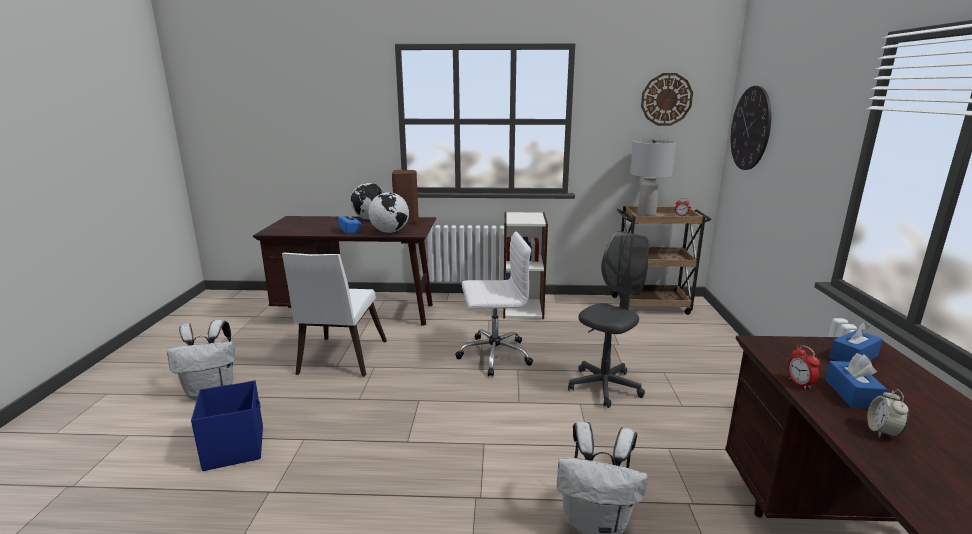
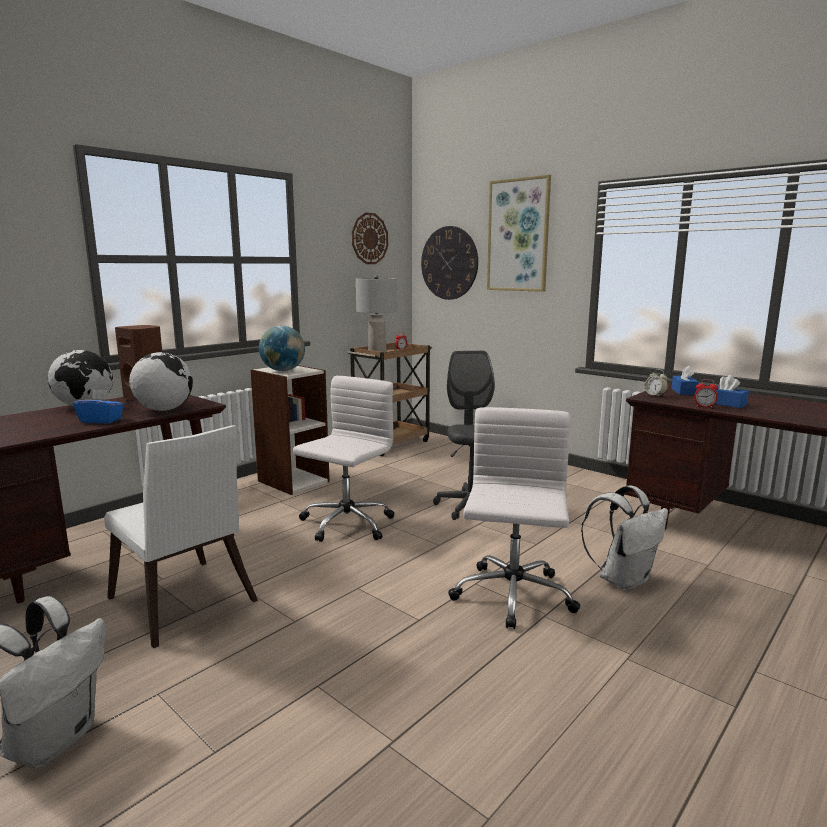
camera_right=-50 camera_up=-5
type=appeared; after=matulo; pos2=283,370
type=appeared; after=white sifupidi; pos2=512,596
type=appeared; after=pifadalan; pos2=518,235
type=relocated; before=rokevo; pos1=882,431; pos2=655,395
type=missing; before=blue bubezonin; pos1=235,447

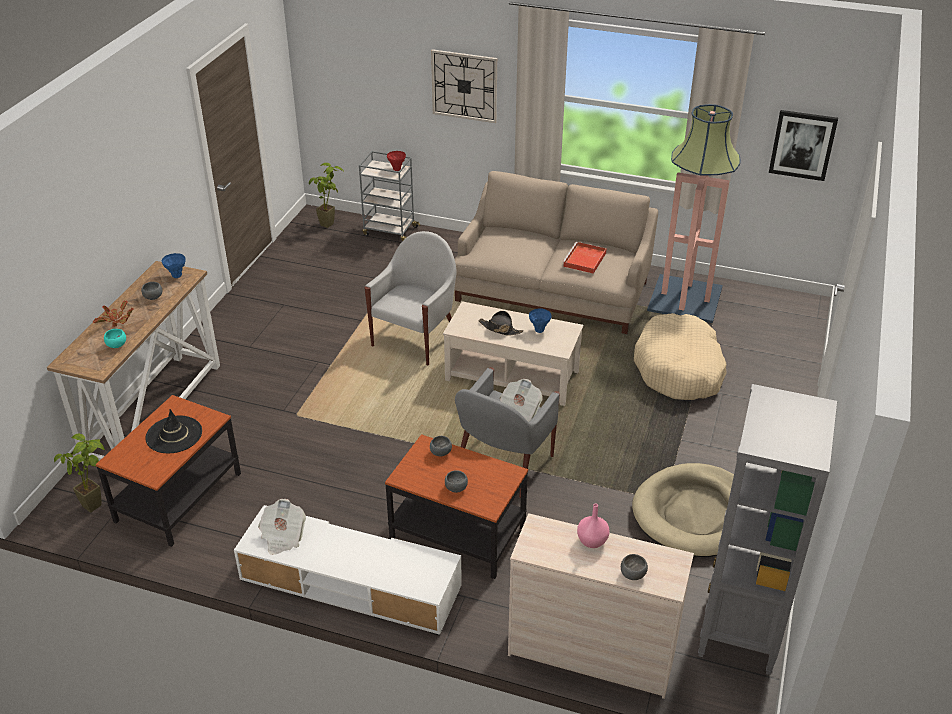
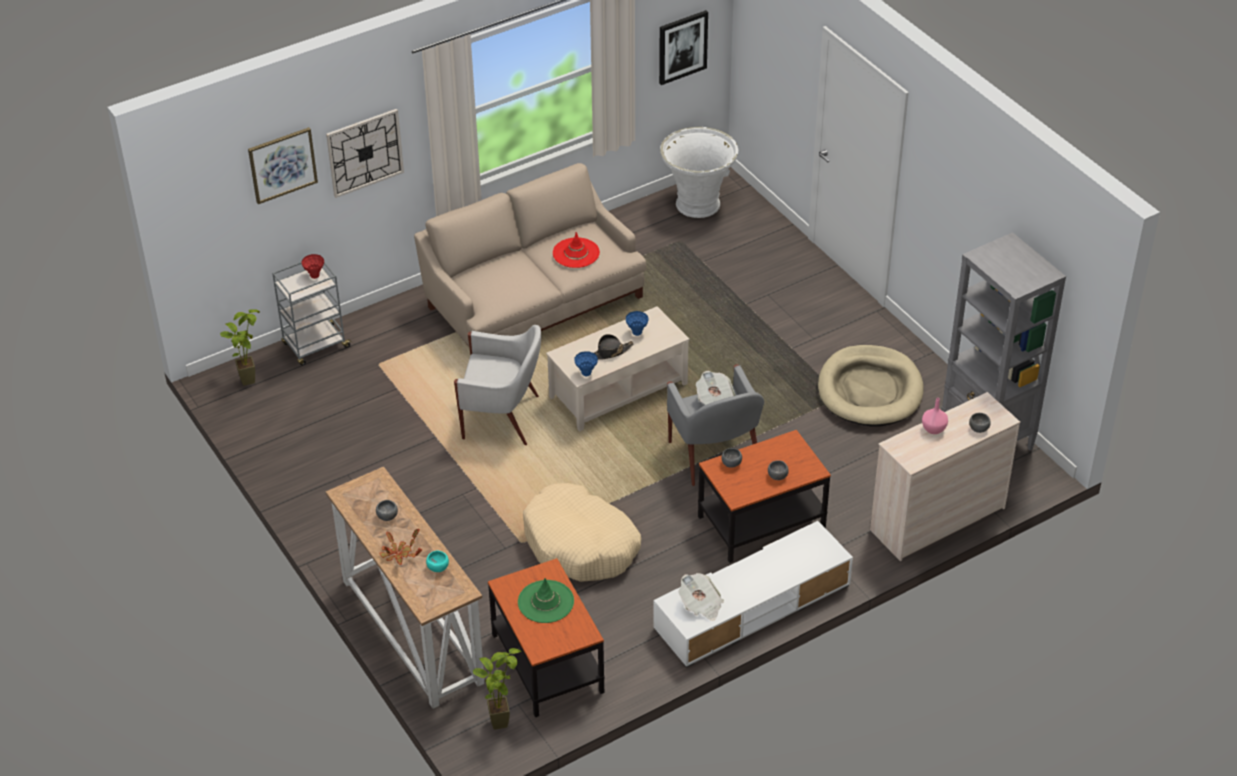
camera_right=-50 camera_up=5
type=appeared; after=pifadalan; pos2=282,165
type=spun; before=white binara; pos1=416,339; pos2=503,418; turn=120
type=colour; before=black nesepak; after=green nesepak; pos1=174,435; pos2=545,602
type=relocated; before=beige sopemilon; pos1=679,369; pos2=581,544
type=exchanged; before=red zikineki; after=red nesepak; pos1=584,260; pos2=576,253
type=relocated; before=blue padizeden; pos1=176,276; pos2=586,373
type=appeared; after=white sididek; pos2=698,204
type=missing; before=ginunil; pos1=685,299

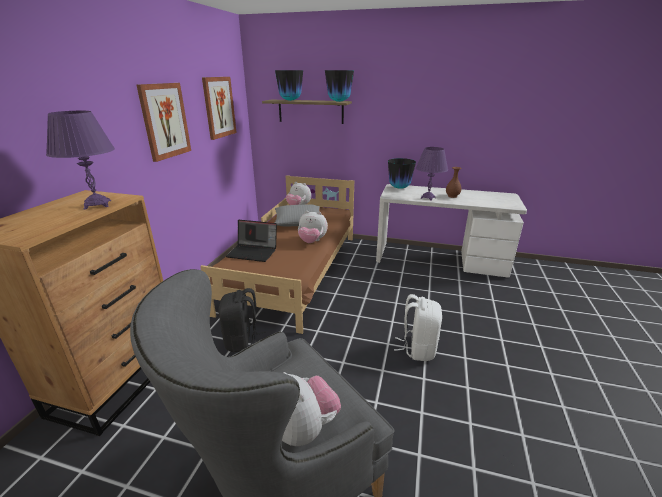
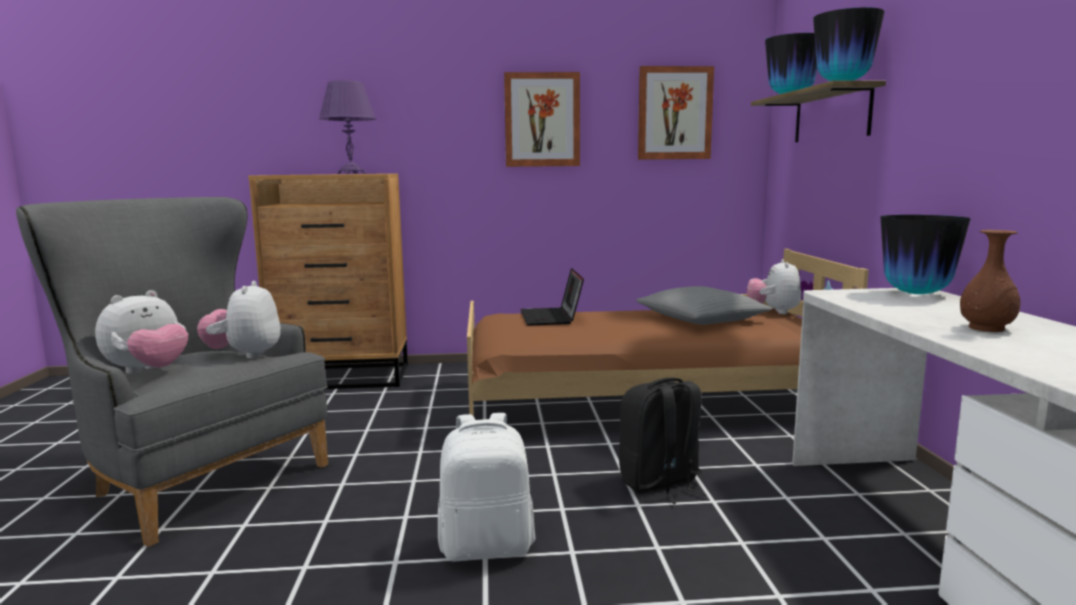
camera_right=70 camera_up=-15
type=relocated; before=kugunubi; pos1=312,241; pos2=245,355
type=relocated; before=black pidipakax; pos1=242,341; pos2=660,484
type=missing; before=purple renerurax; pos1=428,198

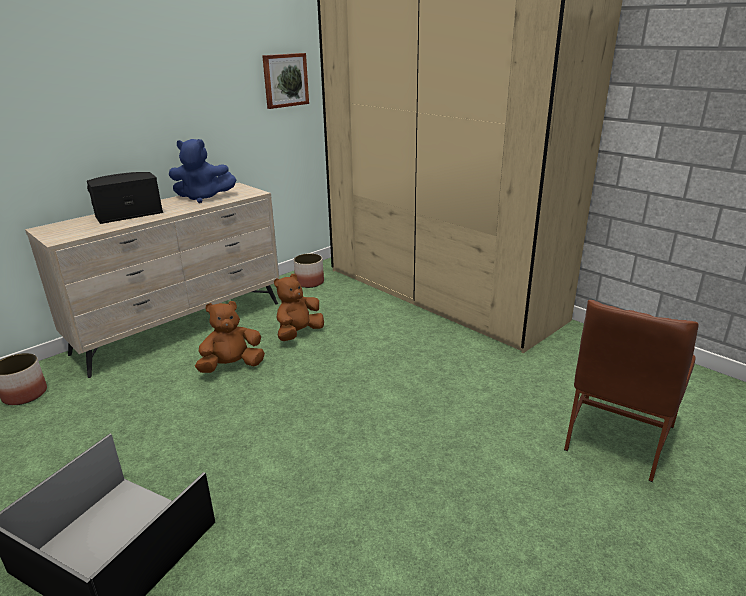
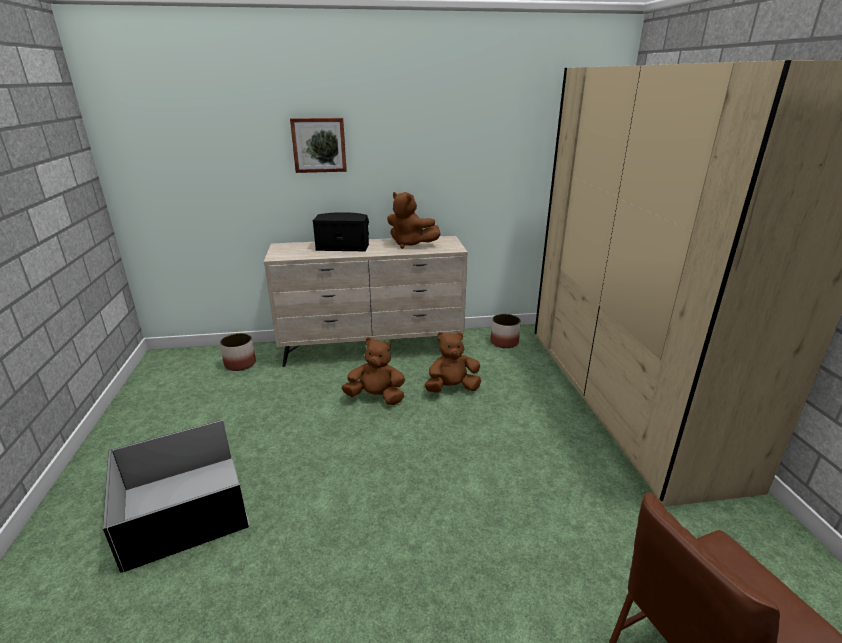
camera_right=35 camera_up=0
type=relocated; before=pifadalan; pos1=285,80; pos2=319,145
type=colour; before=blue kugunubi; after=brown kugunubi; pos1=203,198; pos2=410,244

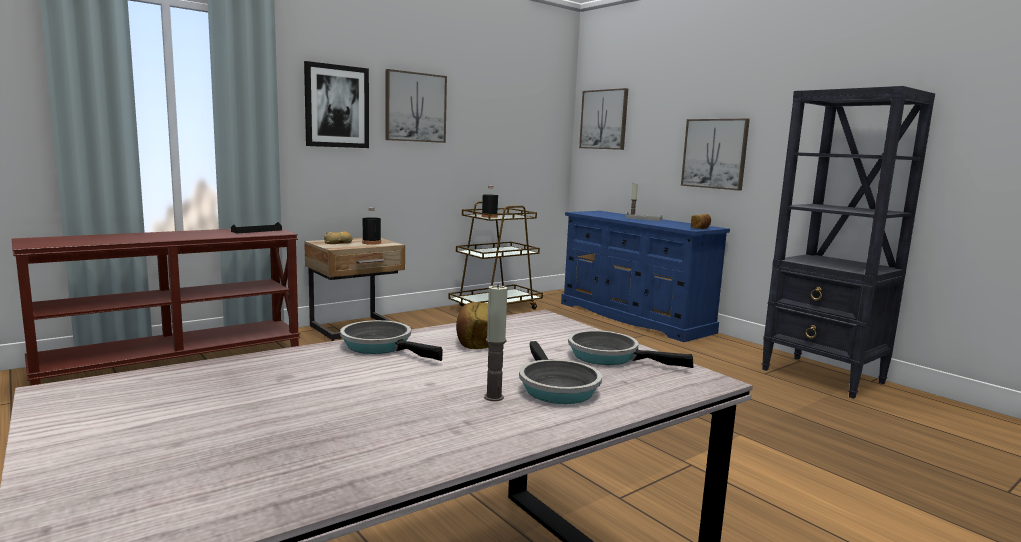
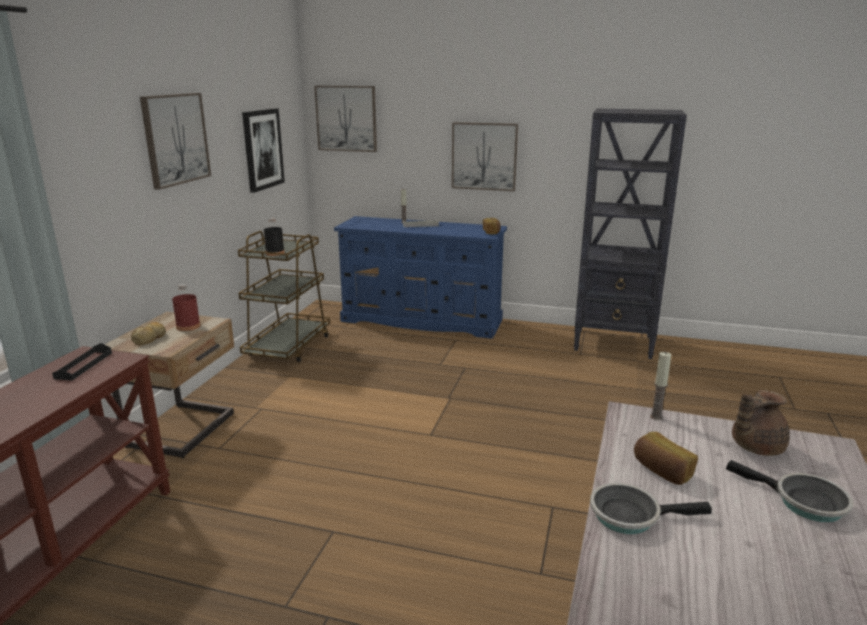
camera_right=-35 camera_up=10
type=colour; before=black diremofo; after=red diremofo; pos1=371,243; pos2=188,326
type=relocated; before=pifadalan; pos1=336,106; pos2=262,149
type=relocated; before=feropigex; pos1=494,397; pos2=656,417
type=exchanged; before=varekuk; after=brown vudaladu; pos1=609,356; pos2=754,447

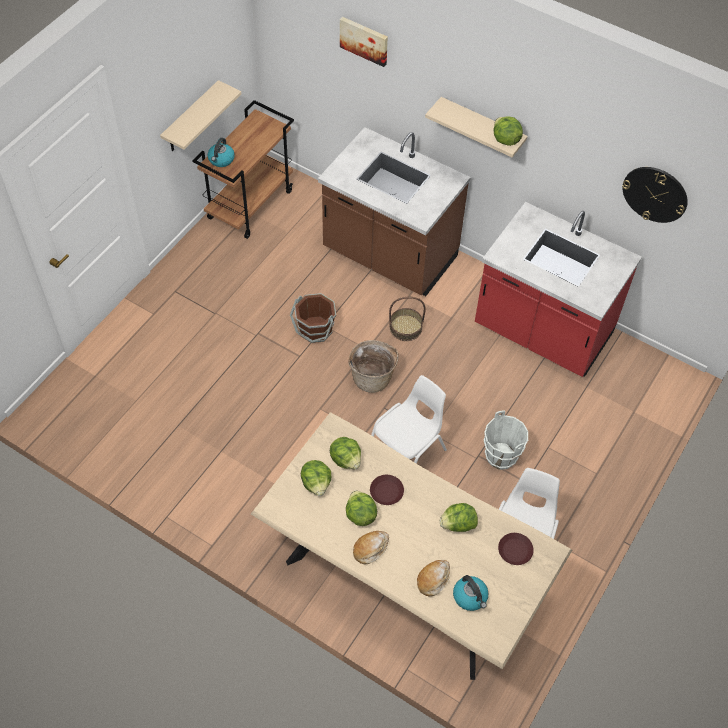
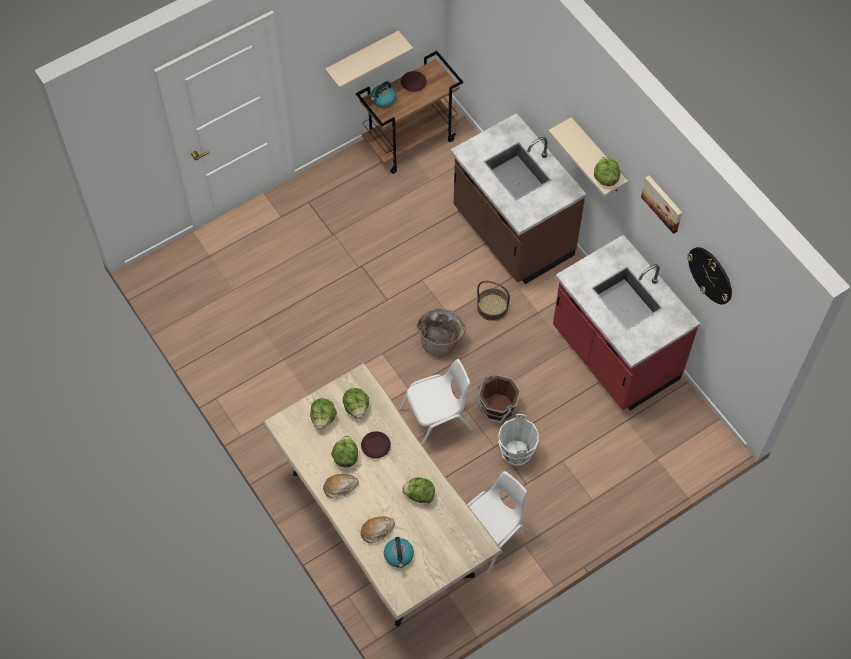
camera_right=25 camera_up=5
type=relocated; before=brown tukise; pos1=515,550; pos2=413,83
type=relocated; before=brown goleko; pos1=315,330; pos2=497,408
type=relocated; before=pifadalan; pos1=364,40; pos2=663,203

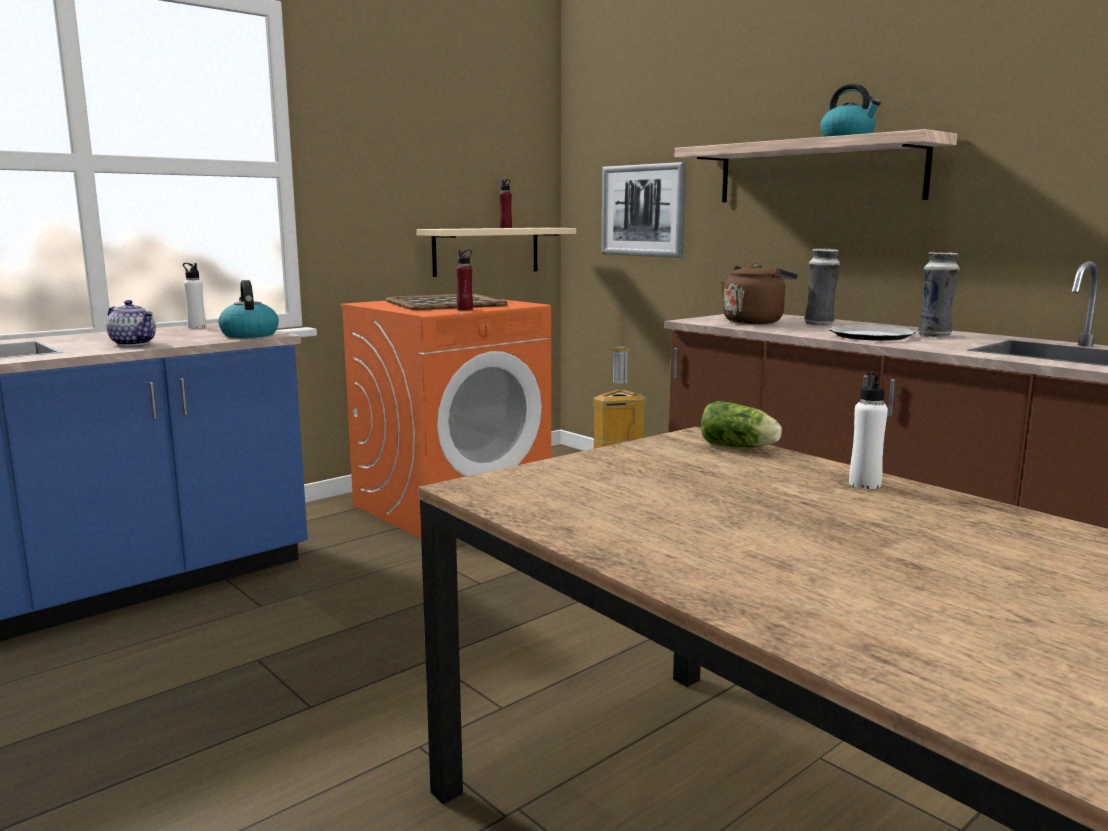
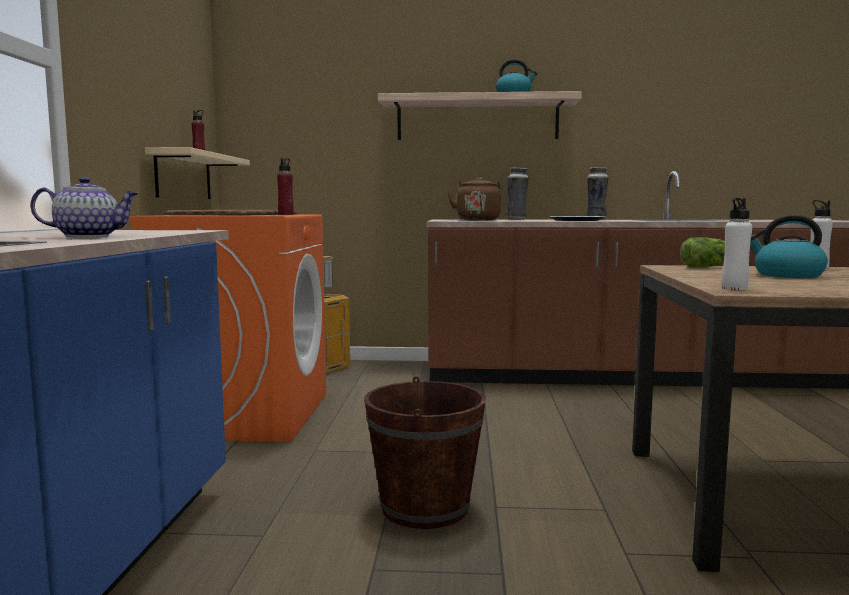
camera_right=-45 camera_up=-5
type=appeared; after=brown goleko; pos2=425,507
type=relocated; before=white diremofo; pos1=197,327; pos2=734,288
type=relocated; before=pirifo; pos1=249,334; pos2=787,275
type=missing; before=pifadalan; pos1=643,210

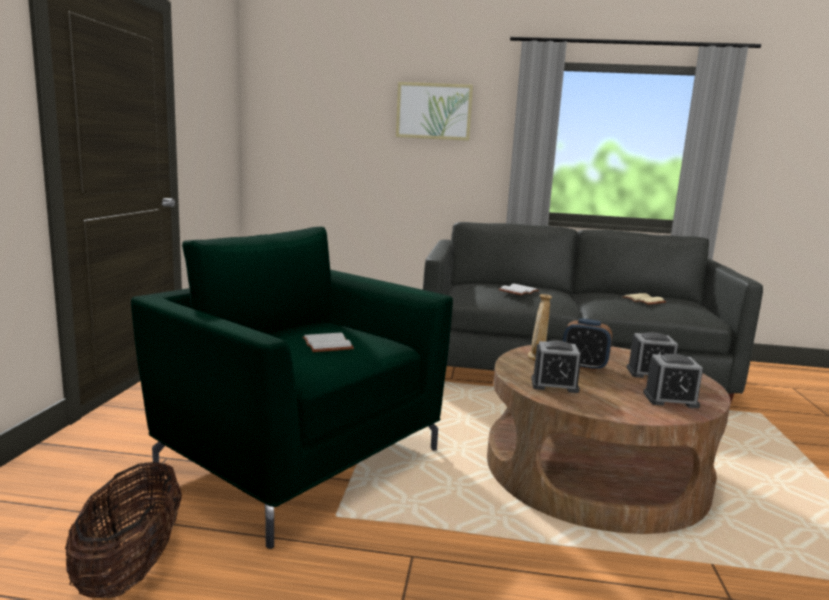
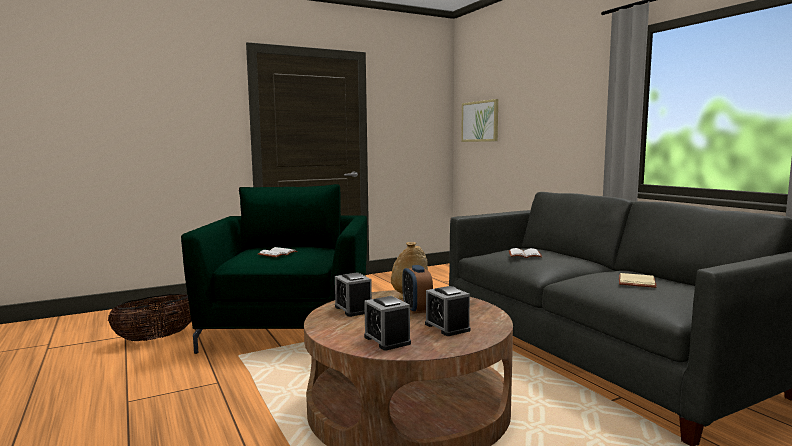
camera_right=55 camera_up=-5
type=relocated; before=pifadalan; pos1=434,111; pos2=480,121

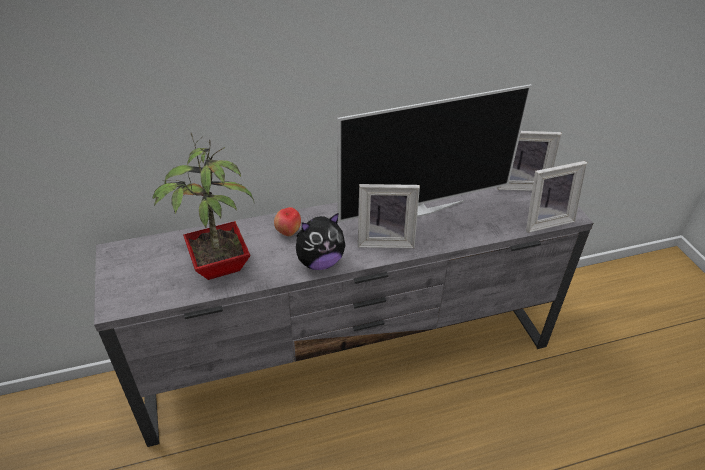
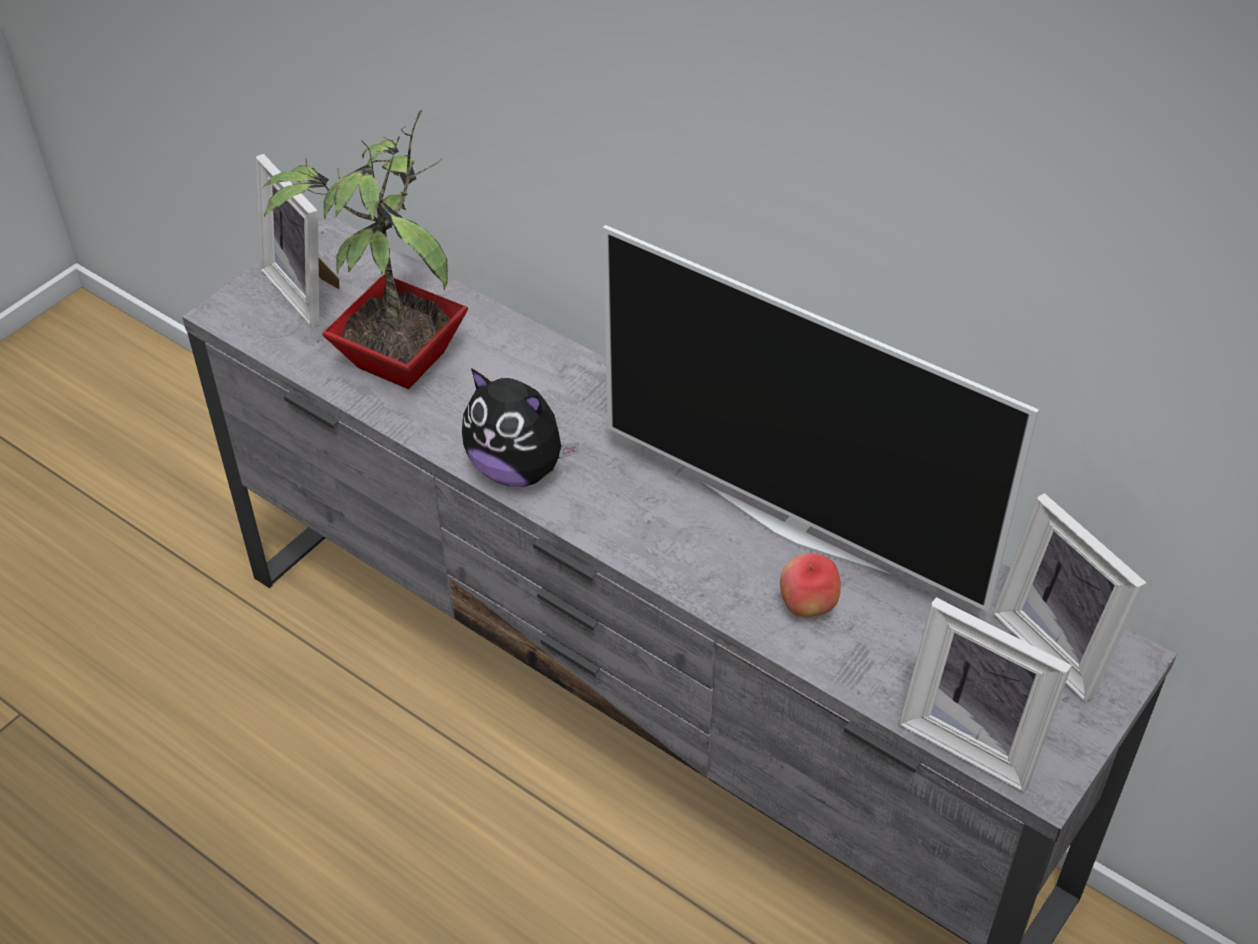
camera_right=55 camera_up=5
type=relocated; before=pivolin; pos1=385,239; pos2=308,289
type=relocated; before=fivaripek; pos1=288,232; pos2=807,606

